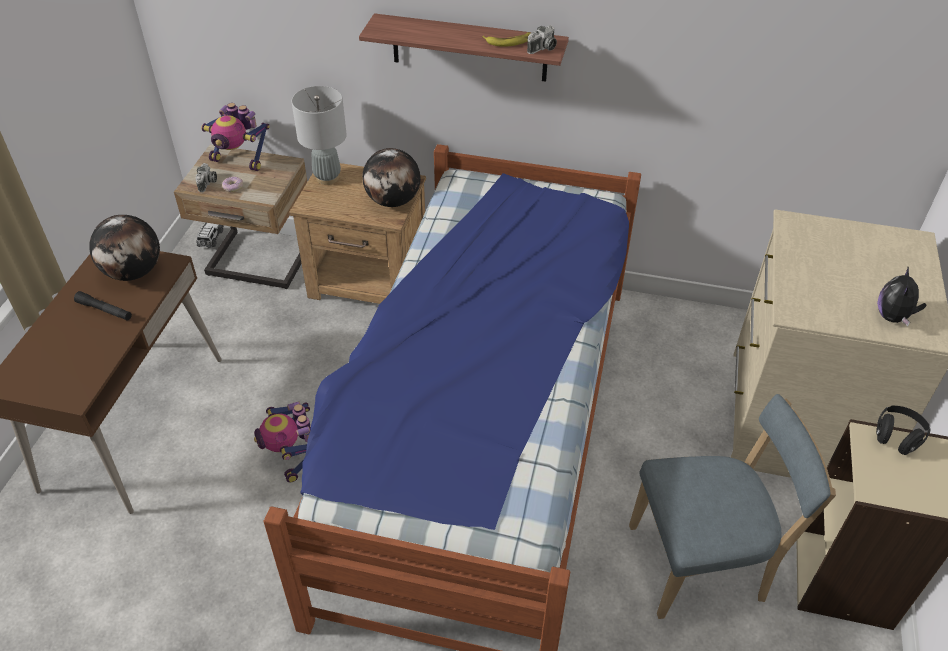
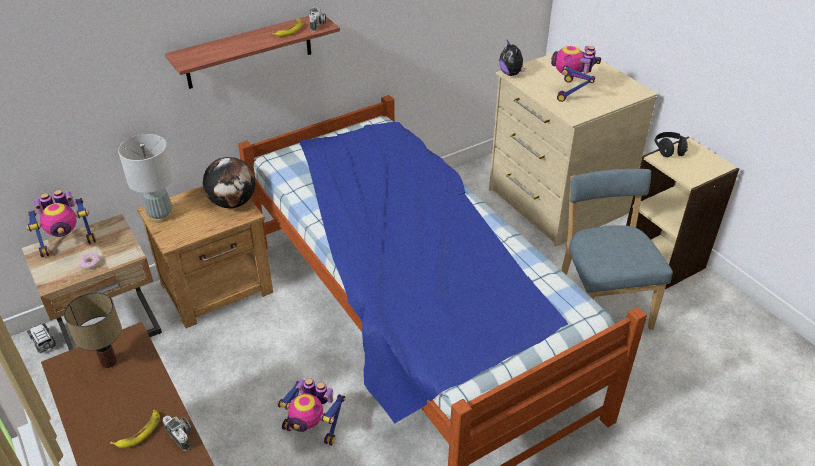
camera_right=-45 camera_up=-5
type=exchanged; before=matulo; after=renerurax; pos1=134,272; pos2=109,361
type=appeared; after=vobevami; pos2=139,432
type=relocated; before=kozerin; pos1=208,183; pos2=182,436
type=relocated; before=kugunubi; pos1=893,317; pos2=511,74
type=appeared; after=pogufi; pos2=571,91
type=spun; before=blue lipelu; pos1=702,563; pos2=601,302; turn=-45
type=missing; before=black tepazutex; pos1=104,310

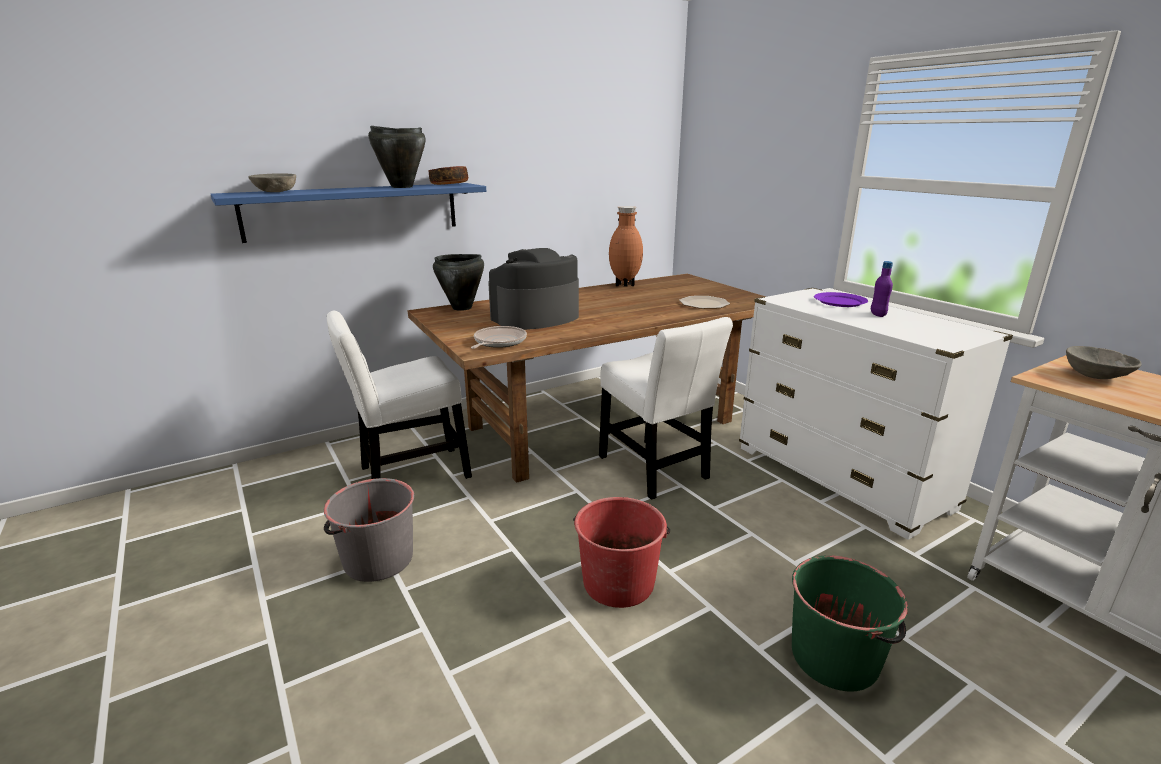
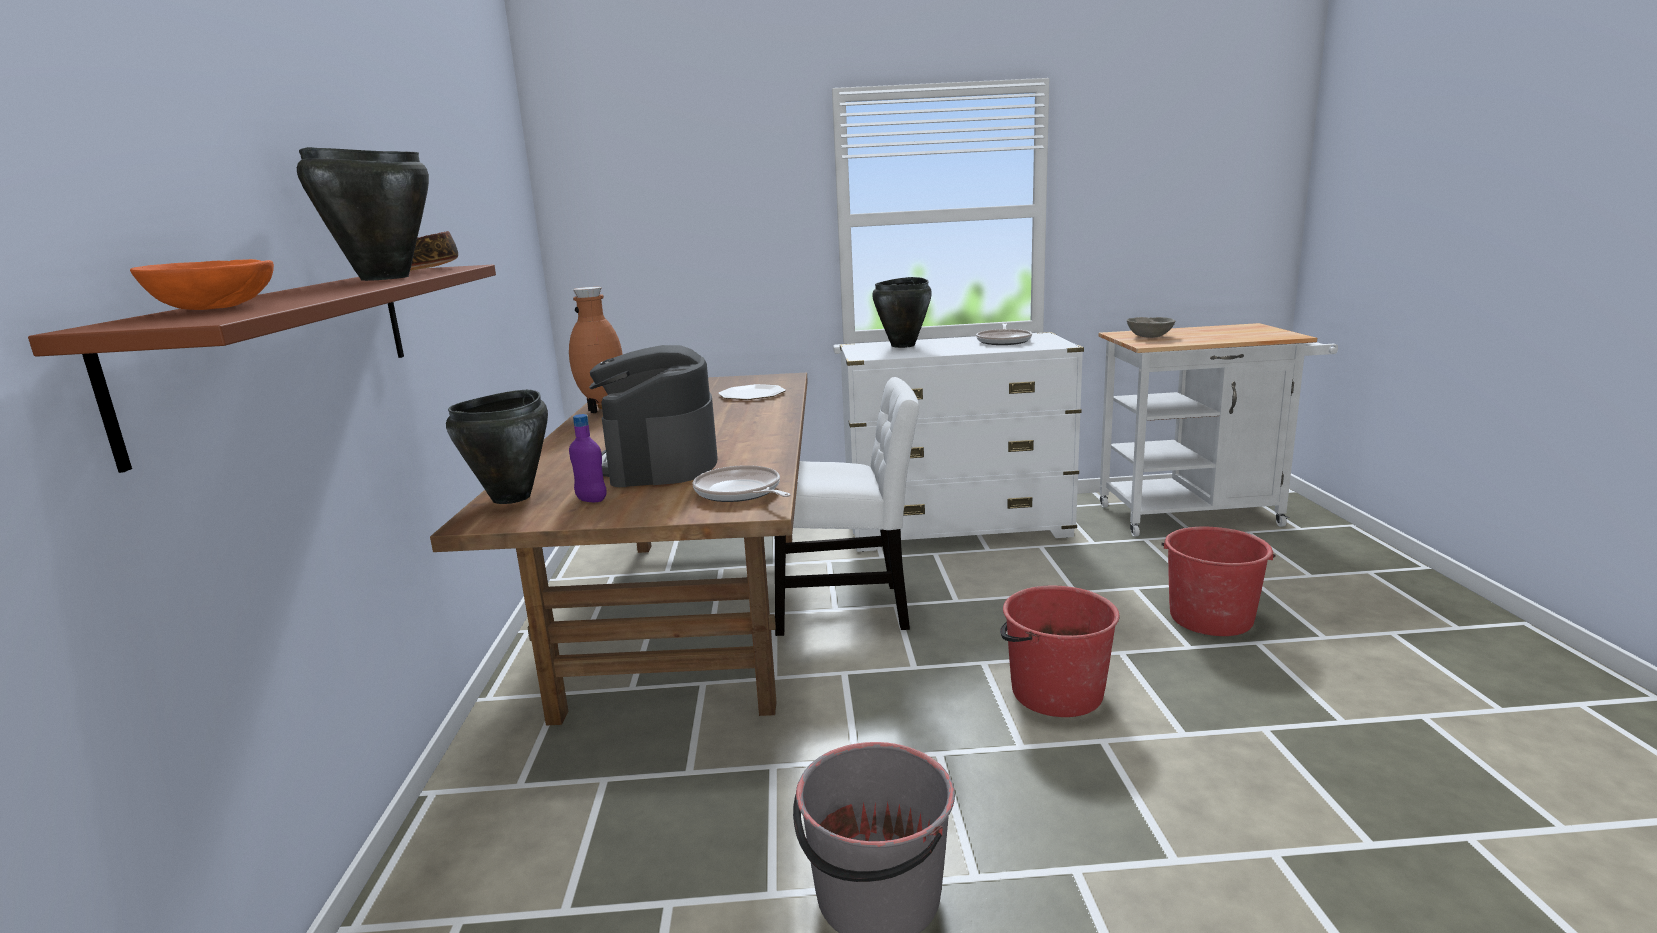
camera_right=-60 camera_up=-5
type=colour; before=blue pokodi; after=brown pokodi; pos1=354,211; pos2=286,346
type=colour; before=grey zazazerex; after=orange zazazerex; pos1=276,192; pos2=213,308
type=relocated; before=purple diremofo; pos1=877,314; pos2=591,500
type=exchanged; before=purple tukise; after=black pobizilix; pos1=840,302; pos2=903,345
type=appeared; after=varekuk; pos2=1004,341
type=colour; before=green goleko; after=red goleko; pos1=835,657; pos2=1210,618
type=missing; before=white lipelu; pos1=409,474

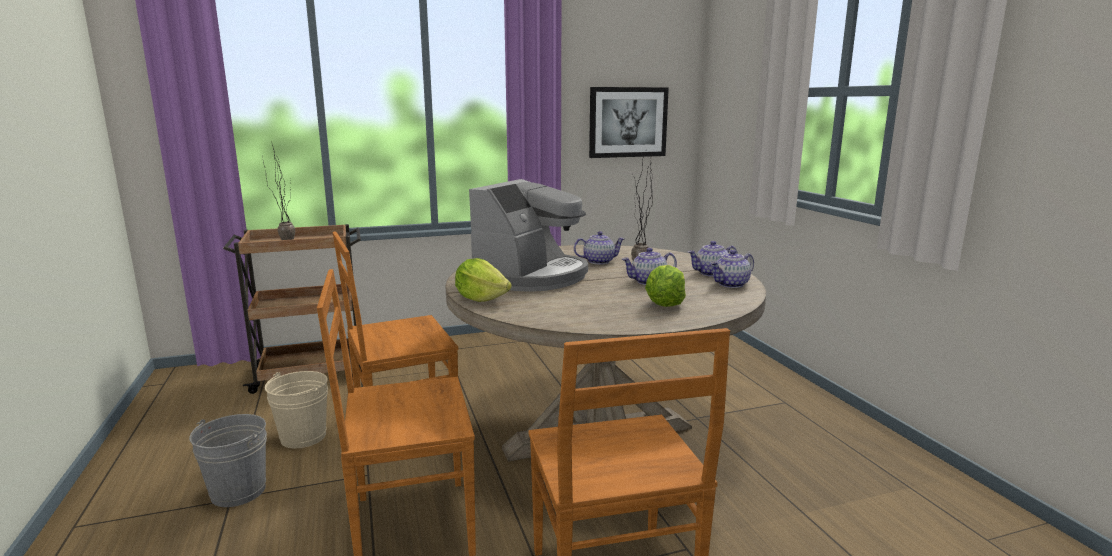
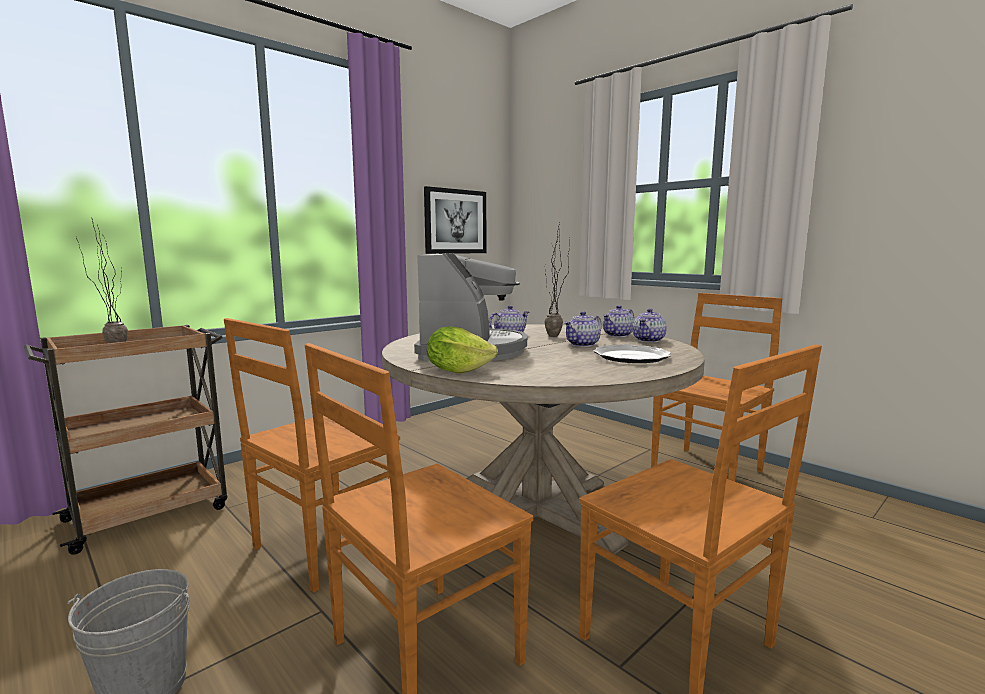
camera_right=-25 camera_up=-5
type=exchanged; before=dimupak; after=tukise; pos1=664,304; pos2=631,357
type=appeared; after=brown lipelu; pos2=708,468
type=missing; before=beige goleko; pos1=303,437

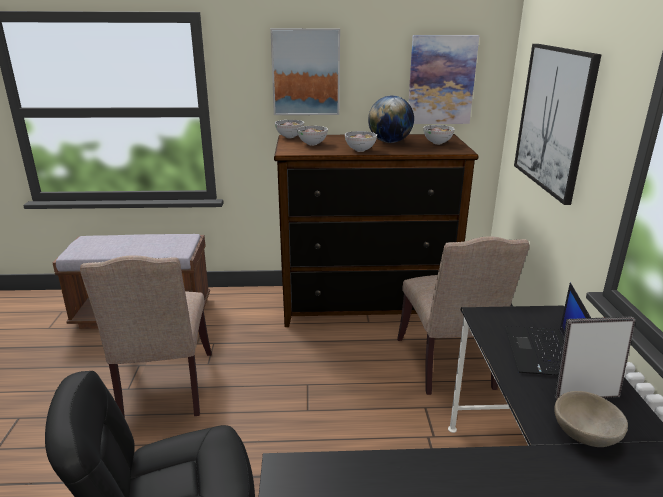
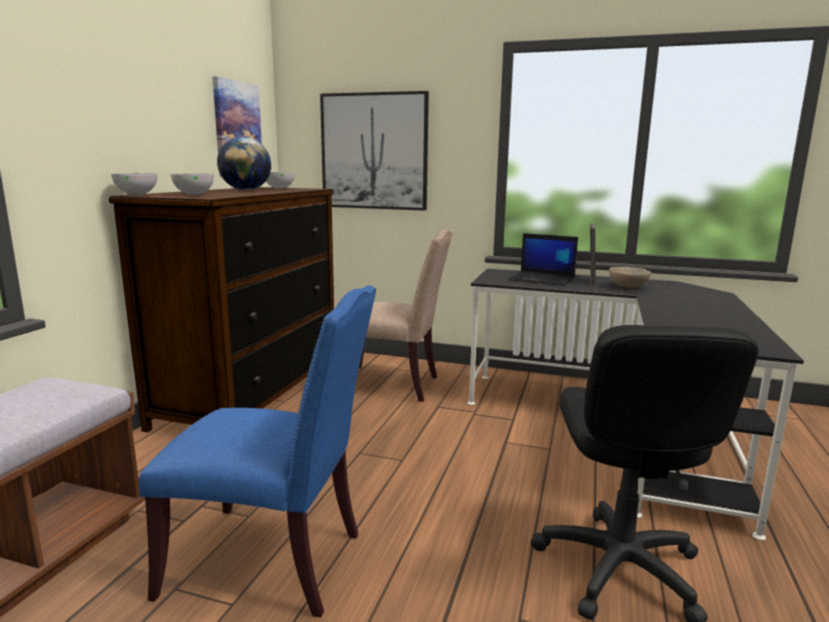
camera_right=-70 camera_up=-10
type=colour; before=beige lipelu; after=blue lipelu; pos1=165,390; pos2=274,562
type=missing; before=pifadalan; pos1=306,72
type=missing; before=zazazerex; pos1=360,150

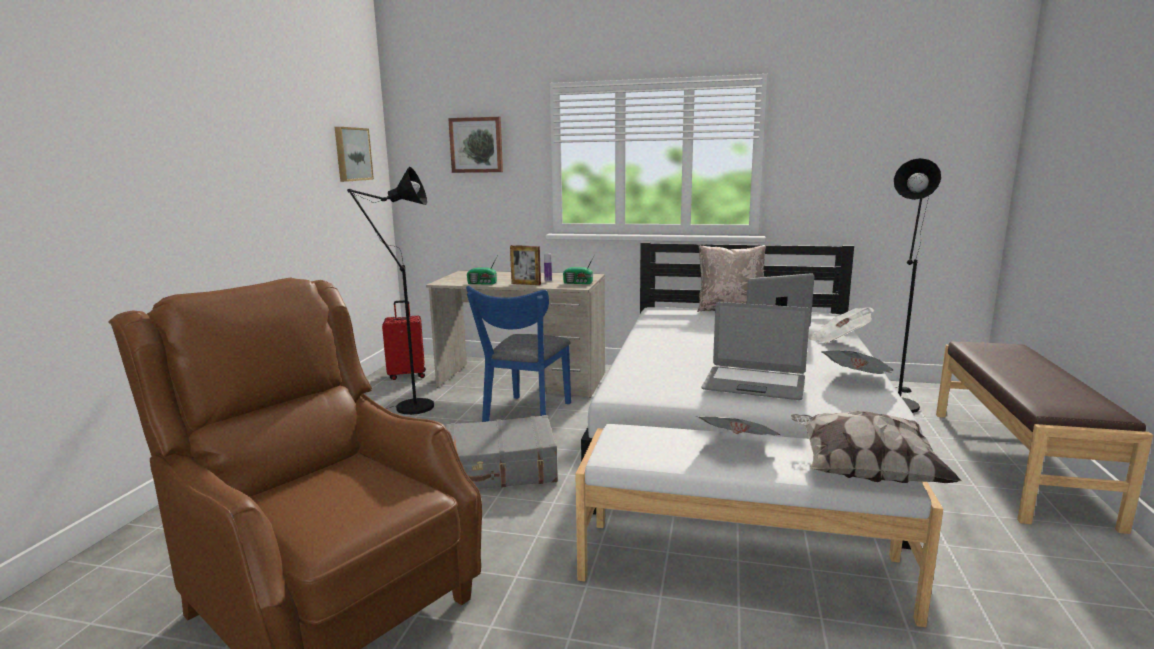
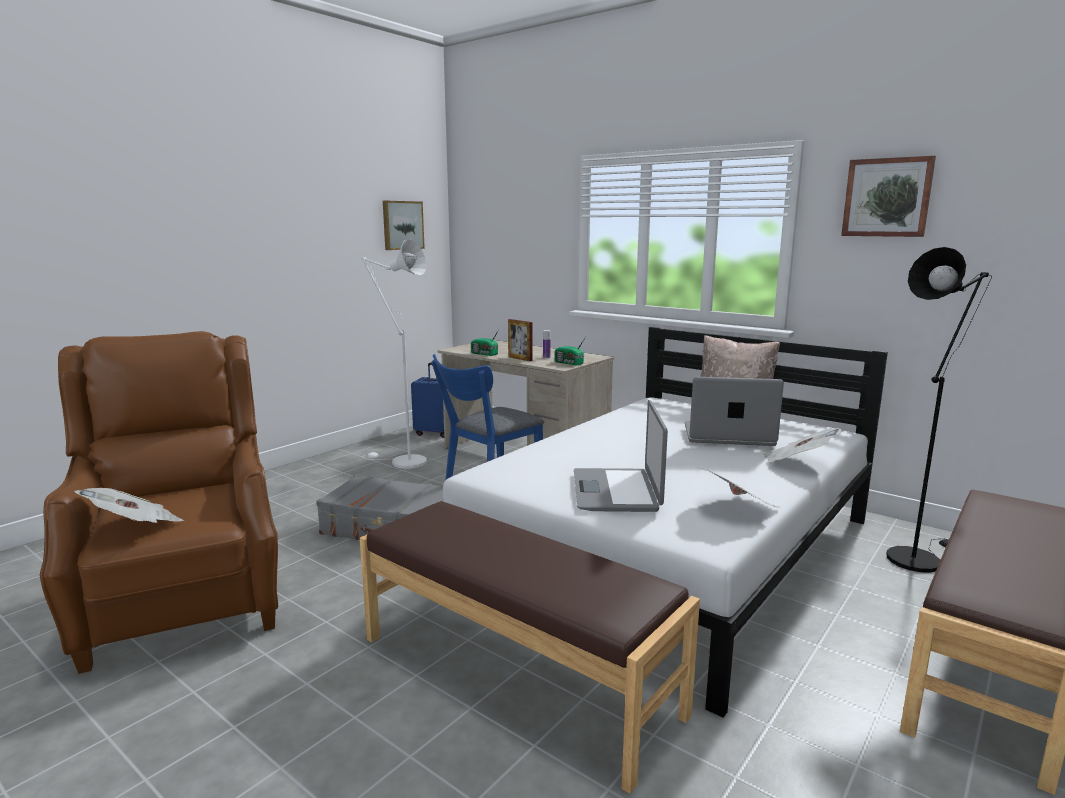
camera_right=25 camera_up=0
type=relocated; before=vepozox; pos1=738,447; pos2=136,527
type=colour; before=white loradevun; after=brown loradevun; pos1=740,567; pos2=516,674
type=colour; before=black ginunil; after=white ginunil; pos1=407,408; pos2=402,461
type=colour; before=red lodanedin; after=blue lodanedin; pos1=407,375; pos2=434,433
type=spun; before=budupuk; pos1=754,384; pos2=616,491; turn=45
type=relocated; before=pifadalan; pos1=476,145; pos2=887,197
type=missing; before=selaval; pos1=863,472

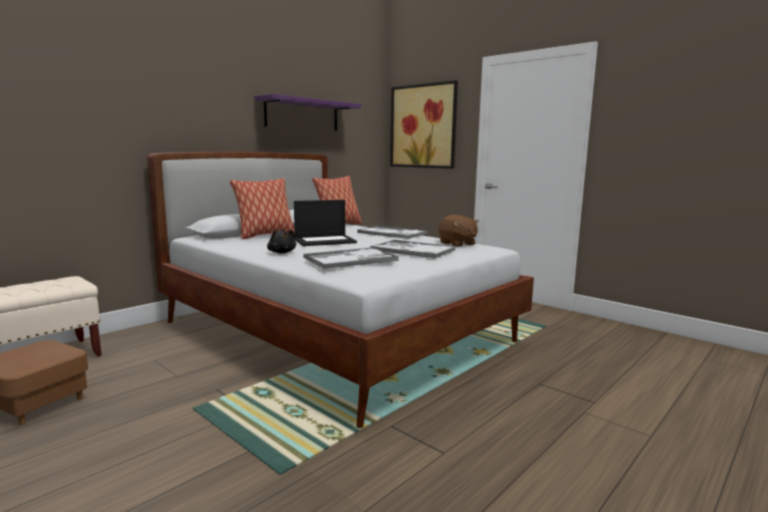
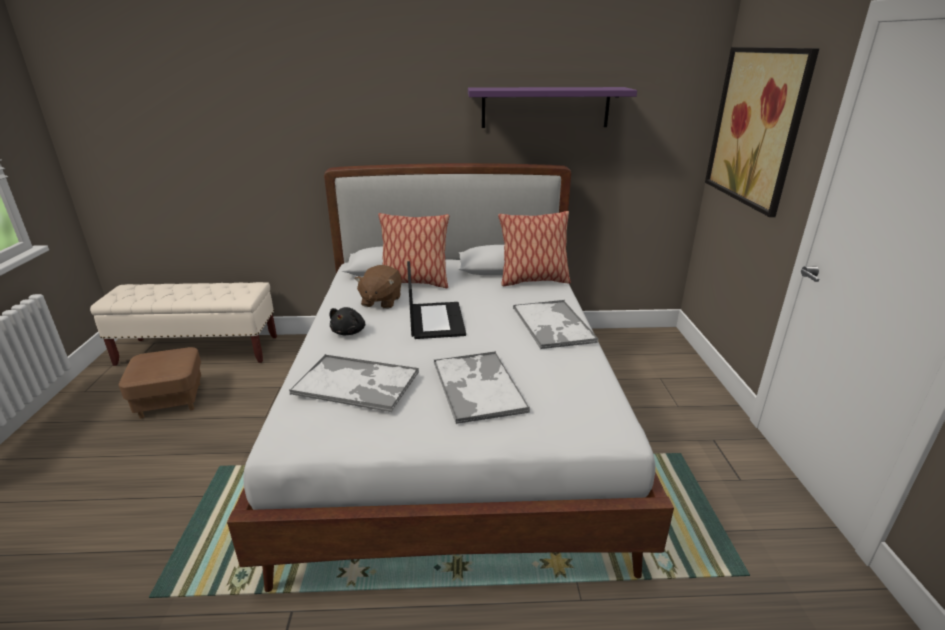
camera_right=45 camera_up=15
type=relocated; before=brown kugunubi; pos1=457,244; pos2=381,301
type=spun; before=budupuk; pos1=325,241; pos2=435,320; turn=-120

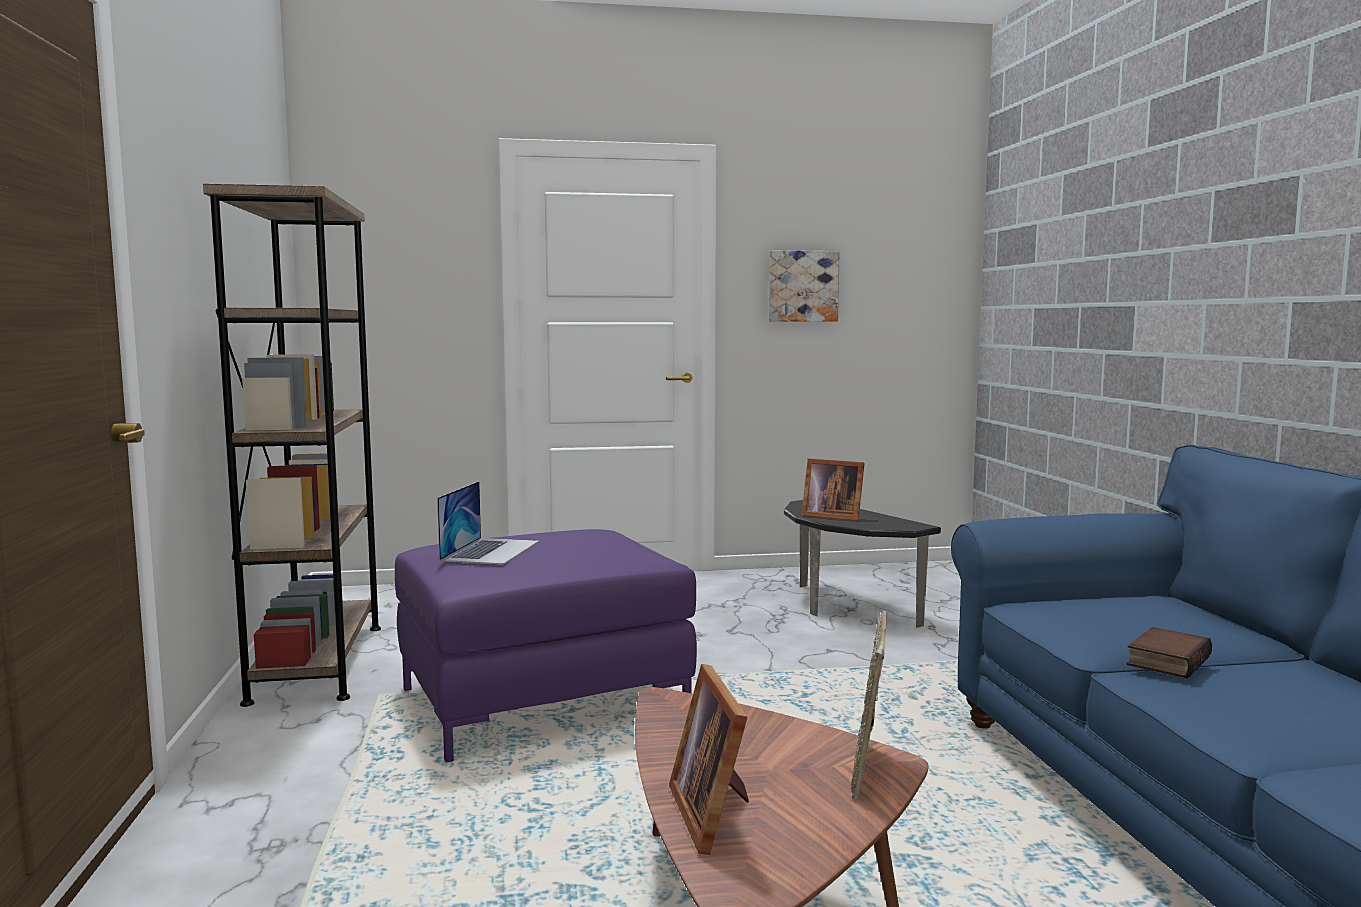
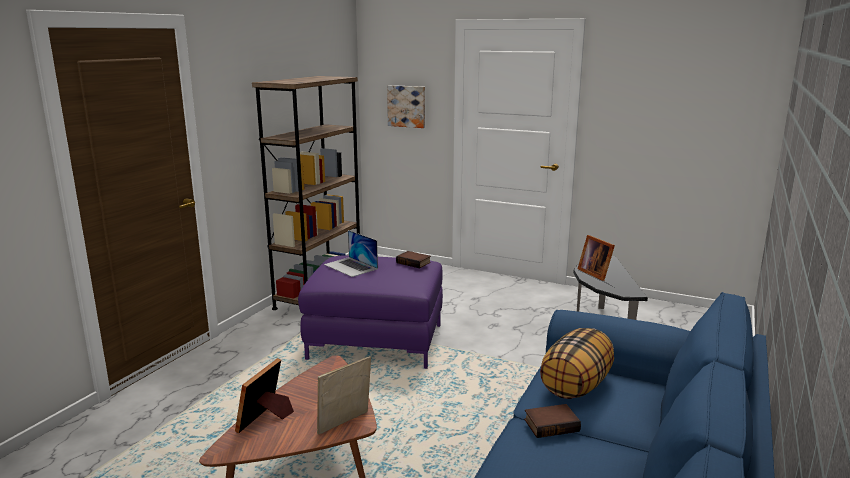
camera_right=35 camera_up=10
type=spun; before=budupuk; pos1=490,550; pos2=351,266; turn=90
type=relocated; before=pifadalan; pos1=802,286; pos2=407,106
type=appeared; after=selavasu; pos2=414,262
type=appeared; after=selaval; pos2=576,386

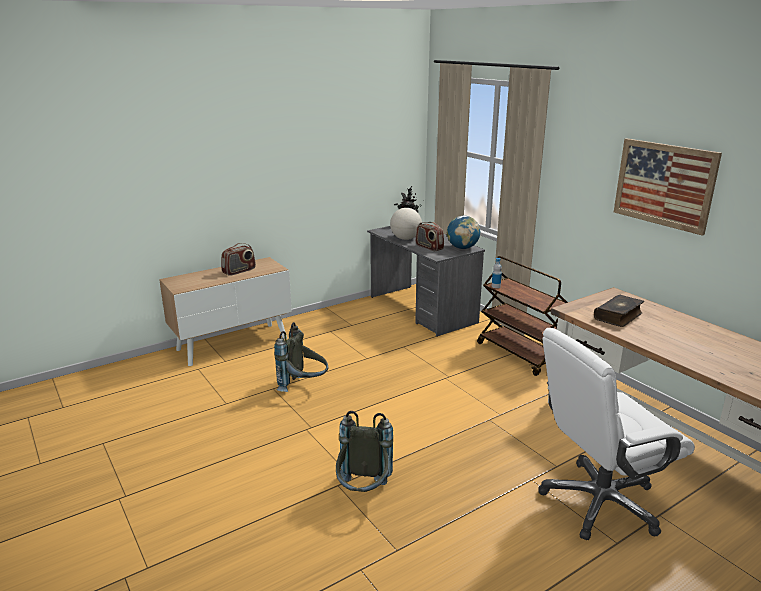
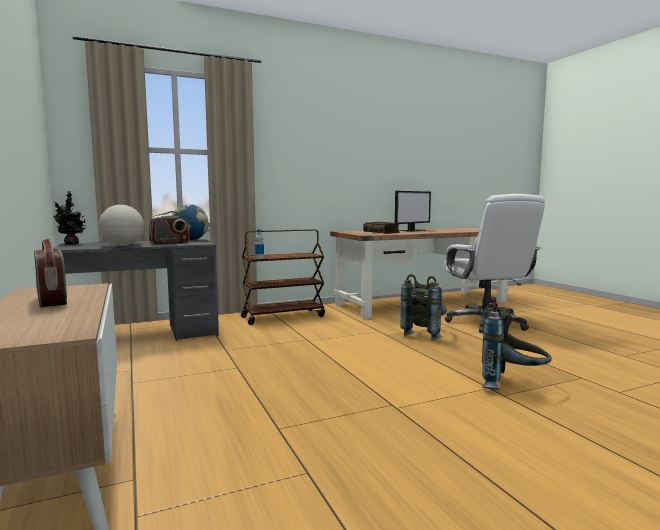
camera_right=-80 camera_up=-15
type=appeared; after=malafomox; pos2=412,230
type=relocated; before=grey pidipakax; pos1=304,387; pos2=424,334
type=missing; before=pifadalan; pos1=664,184

